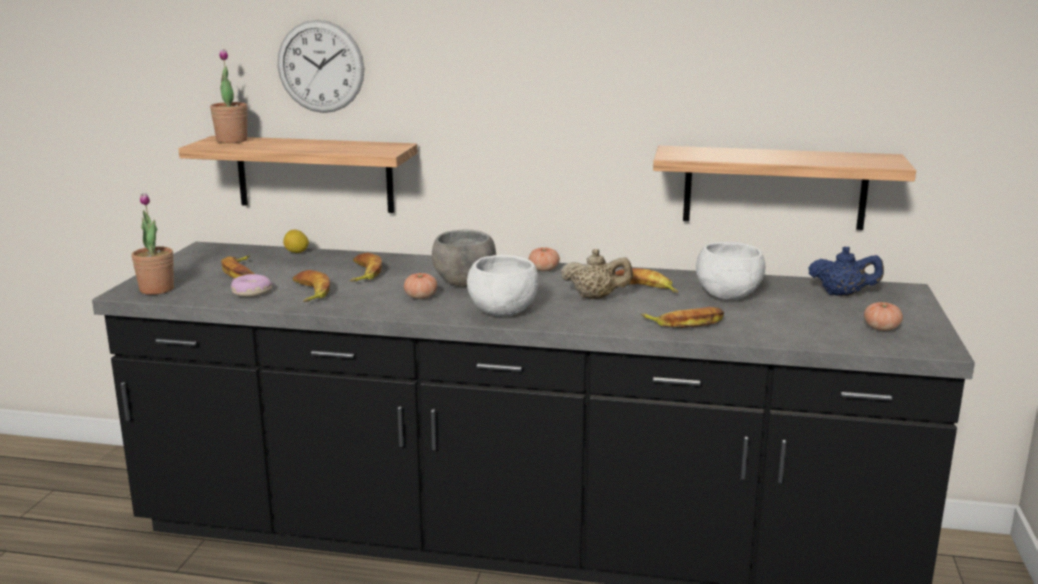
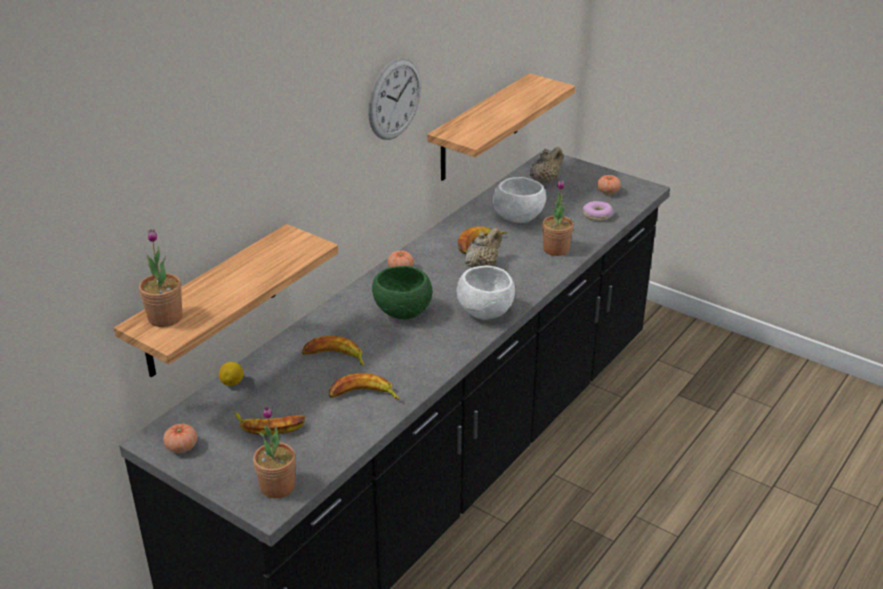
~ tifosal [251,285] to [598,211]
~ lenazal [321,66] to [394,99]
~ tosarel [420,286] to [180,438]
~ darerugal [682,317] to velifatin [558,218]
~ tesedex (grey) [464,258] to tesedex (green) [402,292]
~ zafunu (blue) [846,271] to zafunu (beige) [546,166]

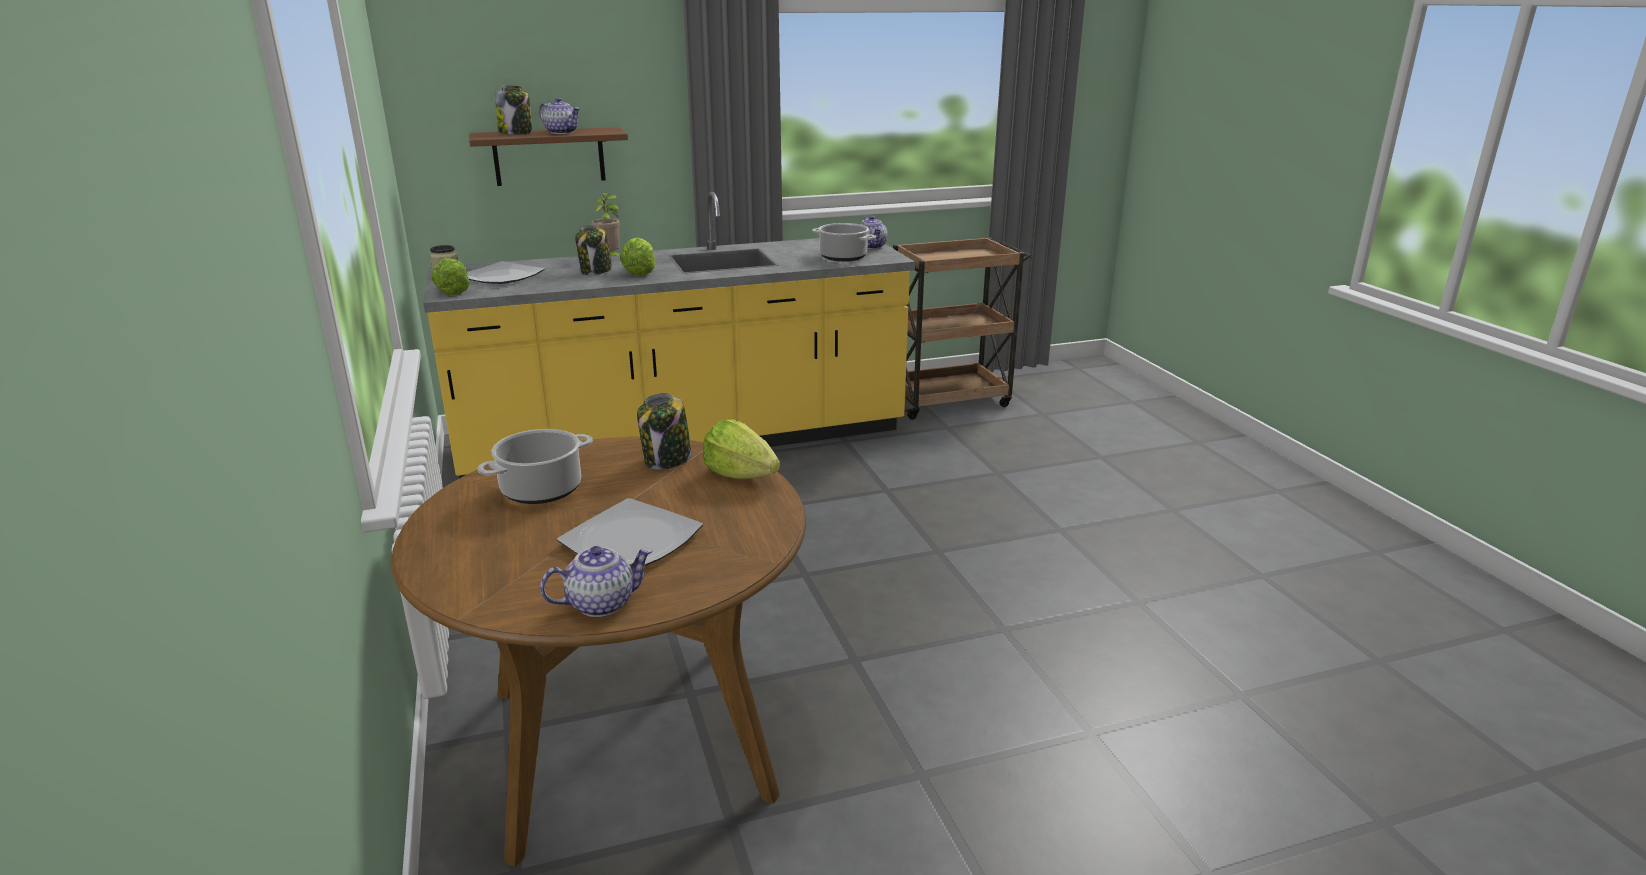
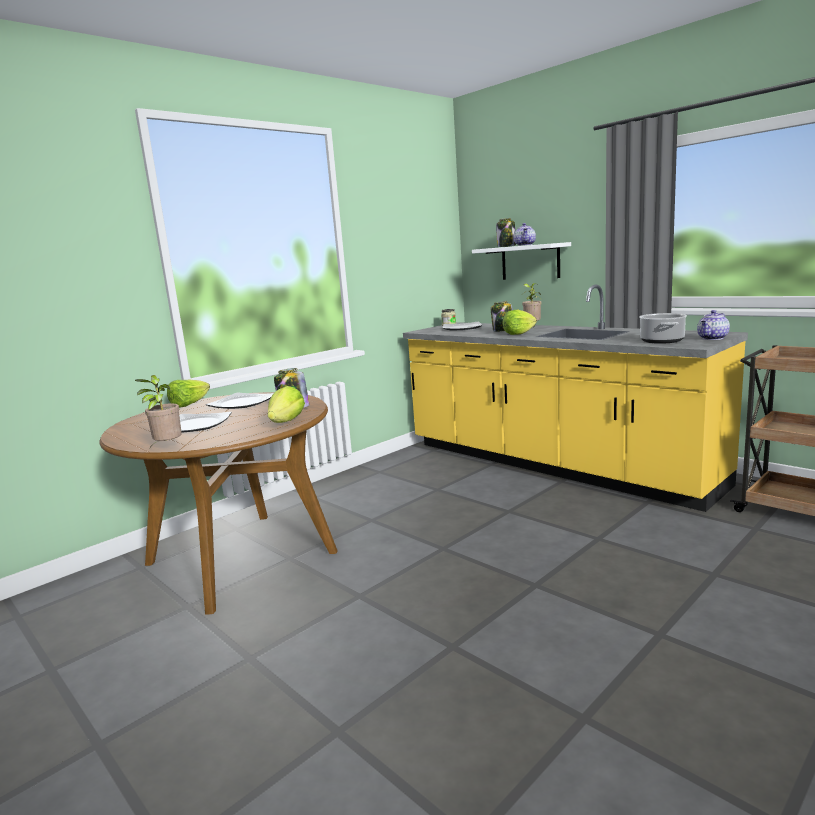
- zafunu [596,581]
+ velifatin [158,409]
~ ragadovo [451,276] to [188,394]
~ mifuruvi [535,466] to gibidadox [240,401]
~ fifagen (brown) [548,156] to fifagen (white) [521,261]

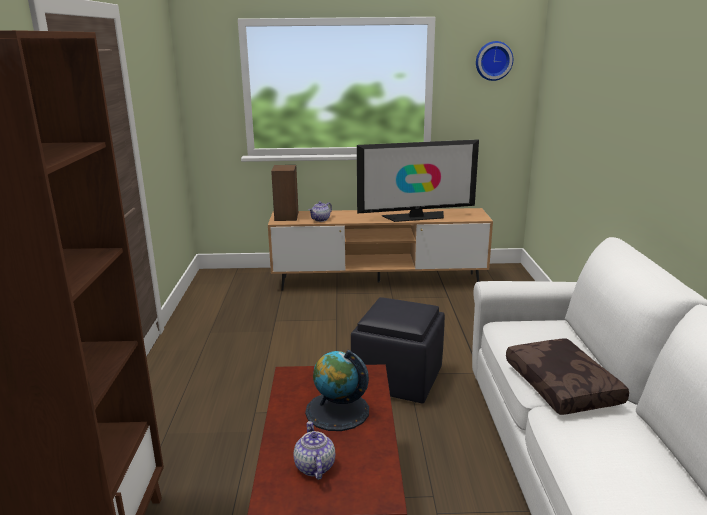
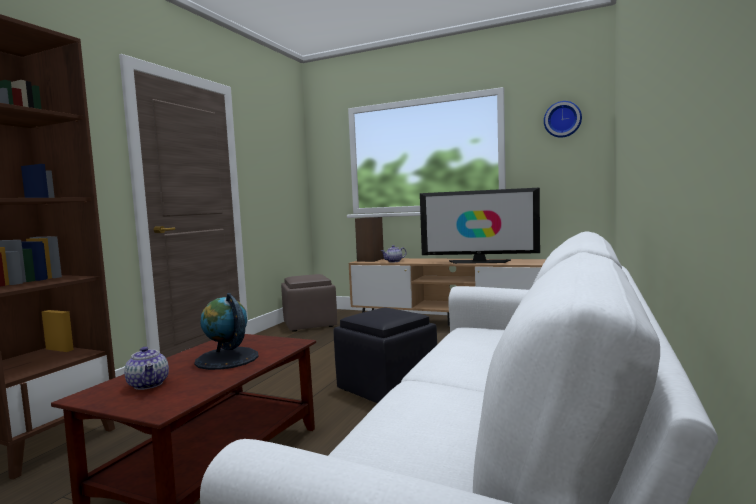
- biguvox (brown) [567,376]
+ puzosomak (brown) [309,303]
~ zafunu [314,450] = [146,368] 135 degrees clockwise

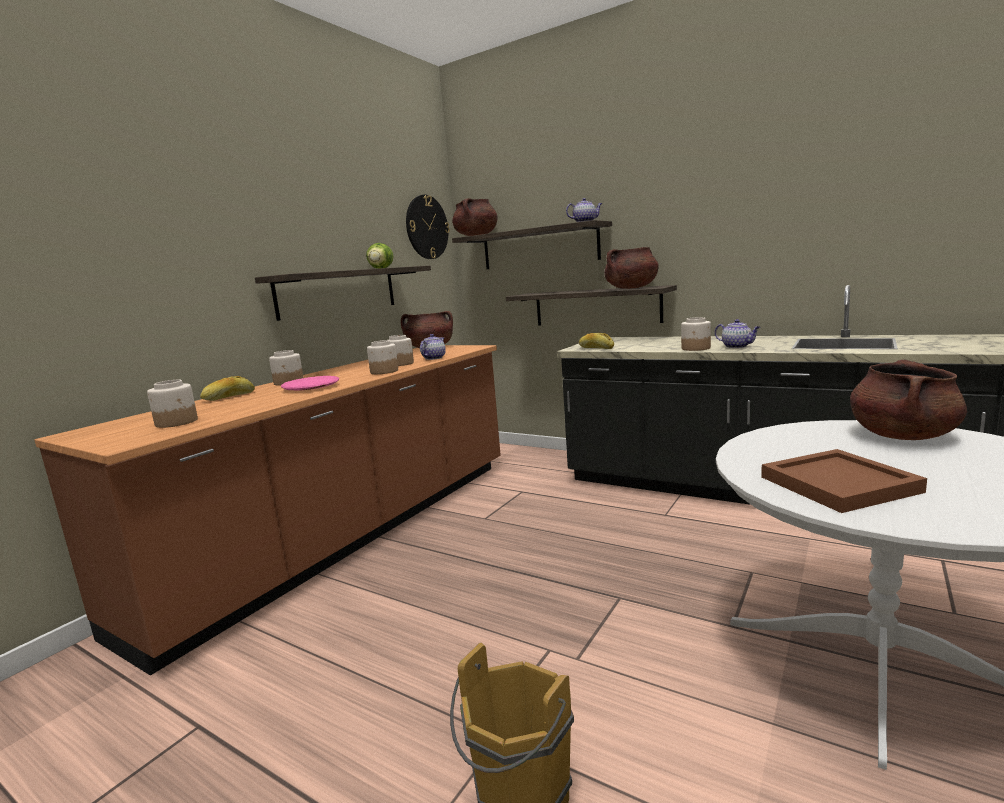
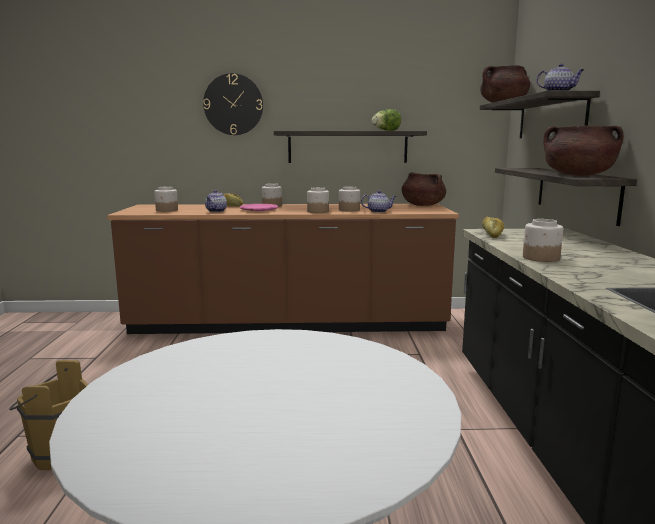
- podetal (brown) [844,481]
- mifuruvi (brown) [908,400]
~ lenazal [428,226] to [233,104]
~ zafunu [737,333] to [216,201]

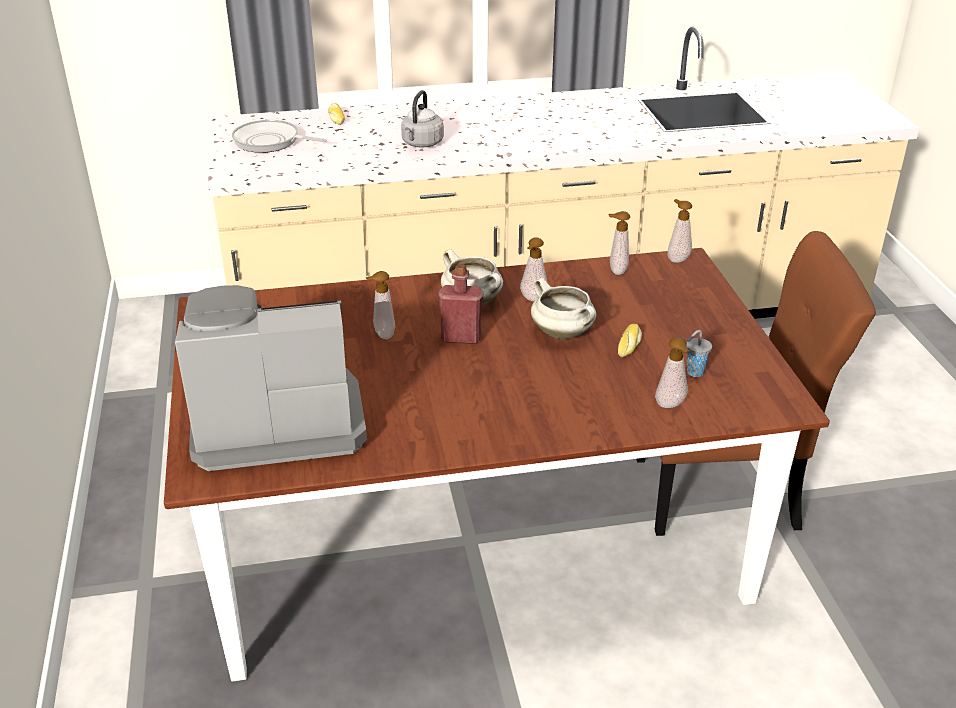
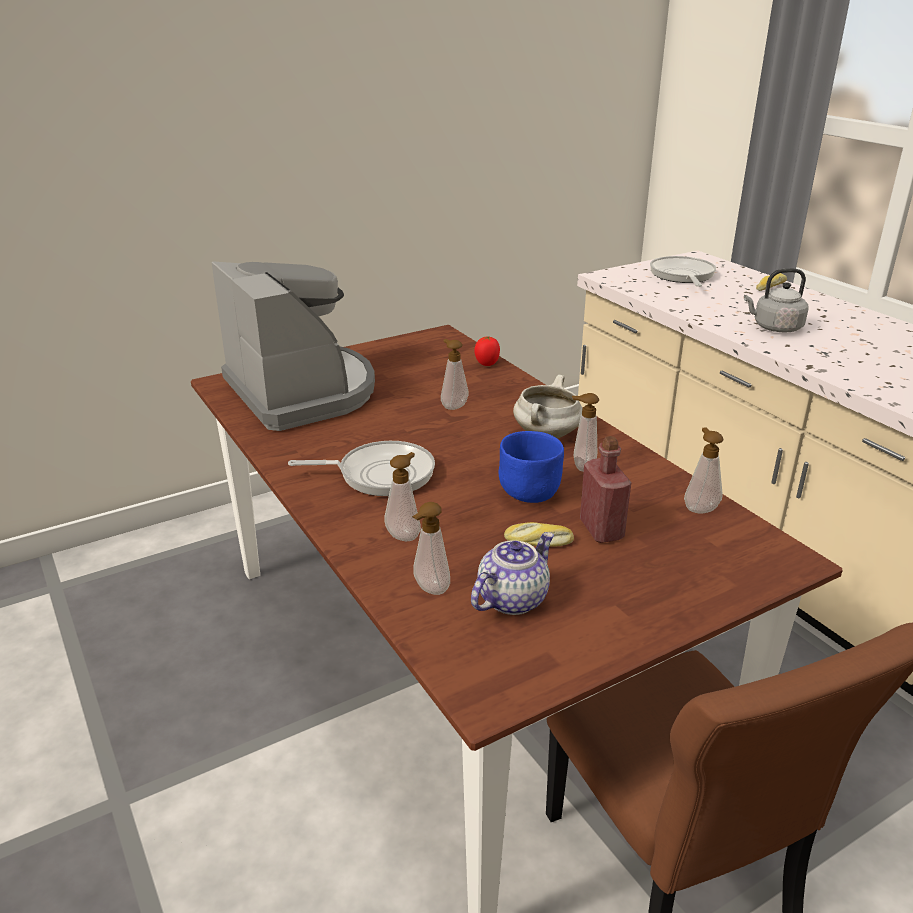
+ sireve [361,468]
+ tosarel [487,351]
~ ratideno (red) [461,304] to [606,489]
~ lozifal [679,231] to [402,496]
~ mifuruvi (white) [563,308] to tesedex (blue) [531,467]
~ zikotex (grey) [699,353] to zafunu [512,573]

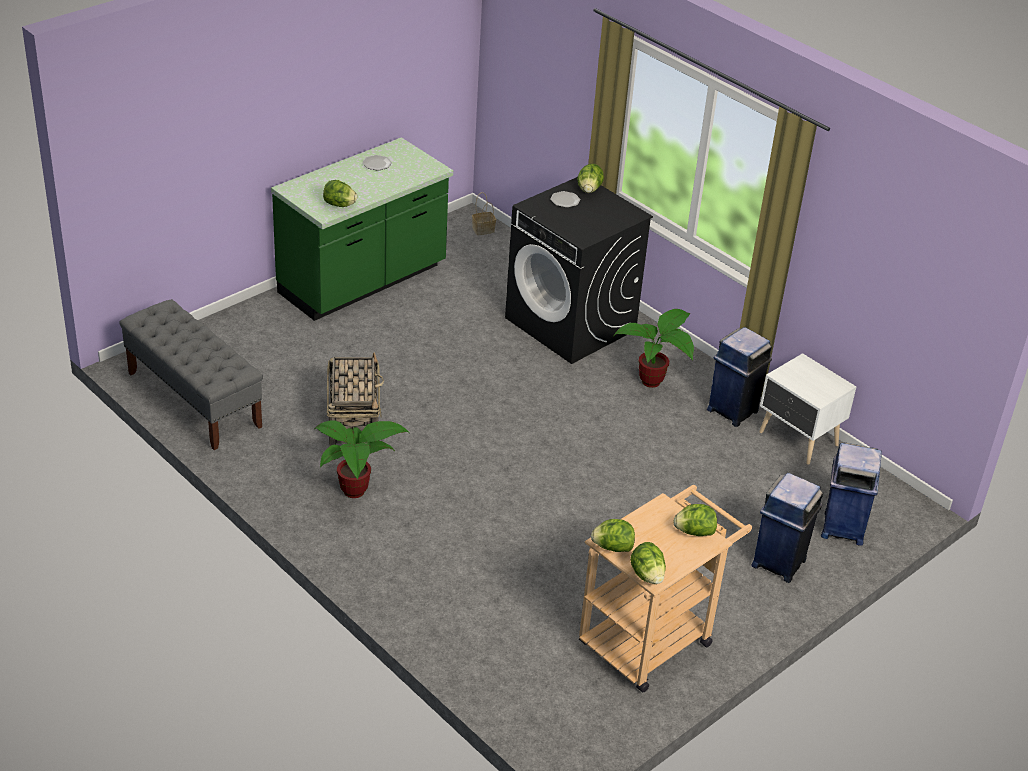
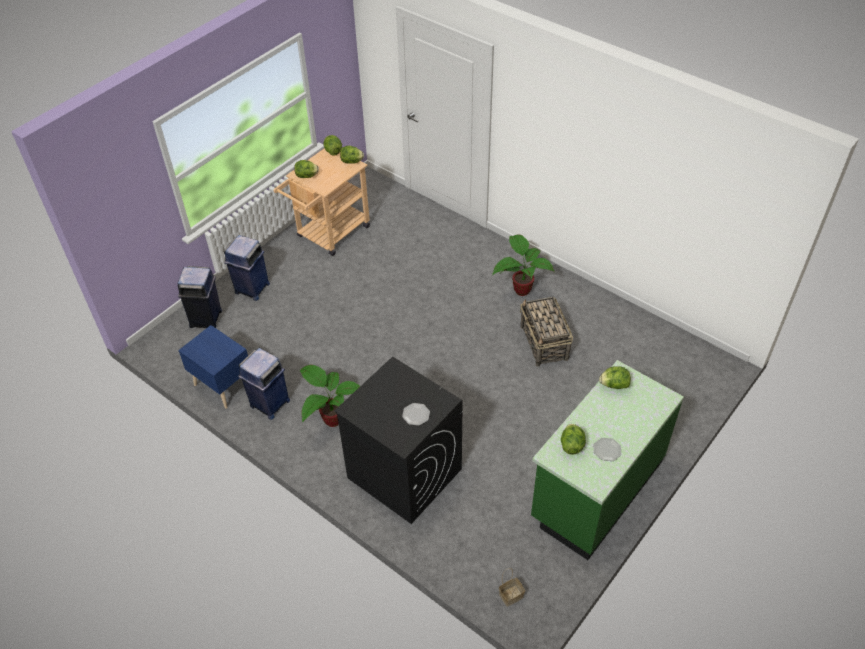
- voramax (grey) [191,374]
~ ragadovo [590,178] to [573,439]
~ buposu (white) [807,409] to buposu (blue) [213,367]

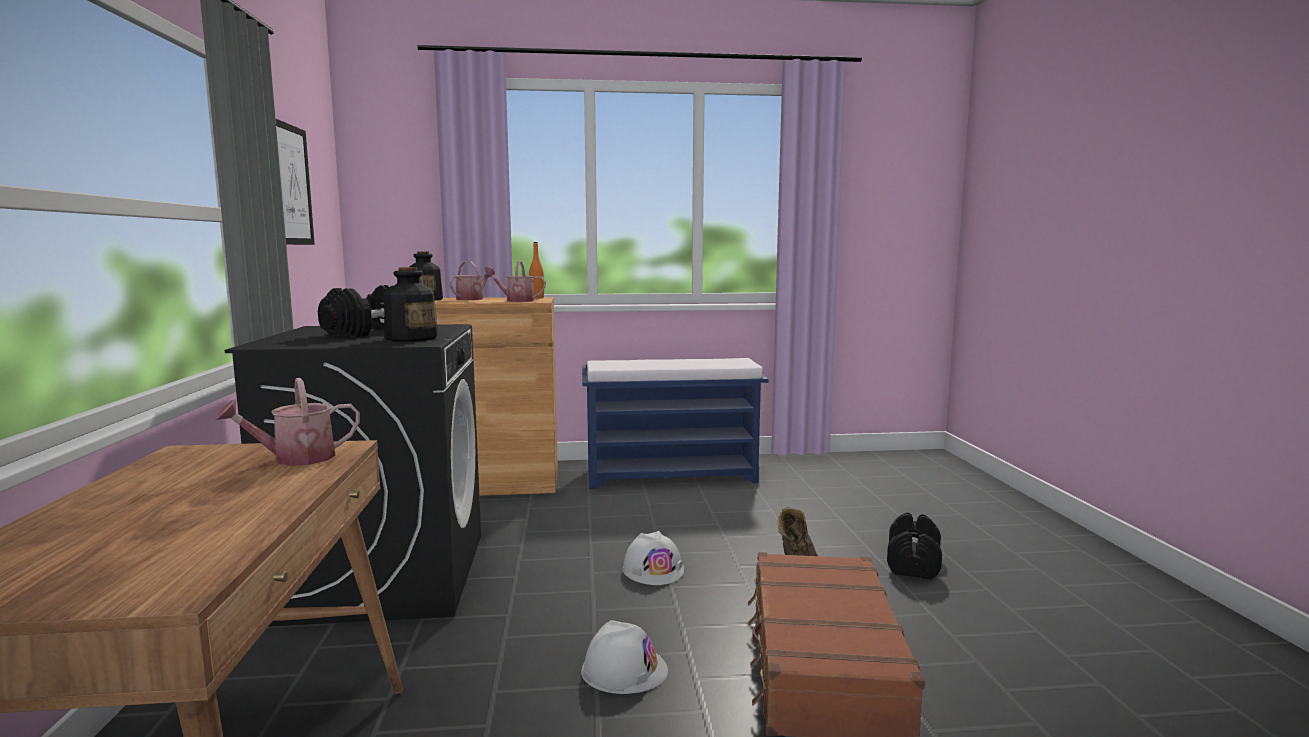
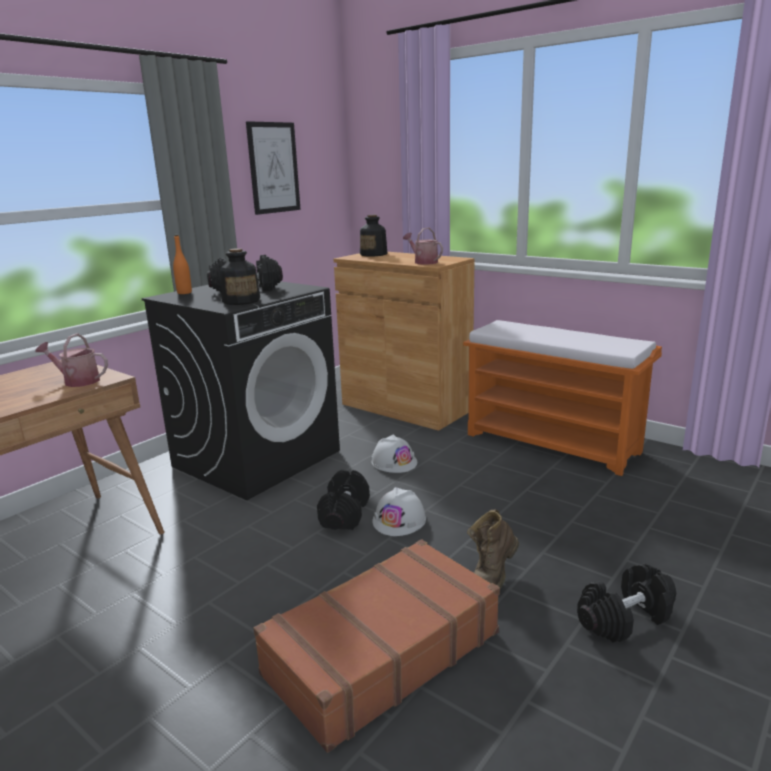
- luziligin [472,280]
+ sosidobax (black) [343,500]
~ ratideno (orange) [536,270] to [182,264]
~ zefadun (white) [624,657] to [394,453]
~ voramax (blue) [675,423] to voramax (orange) [562,398]

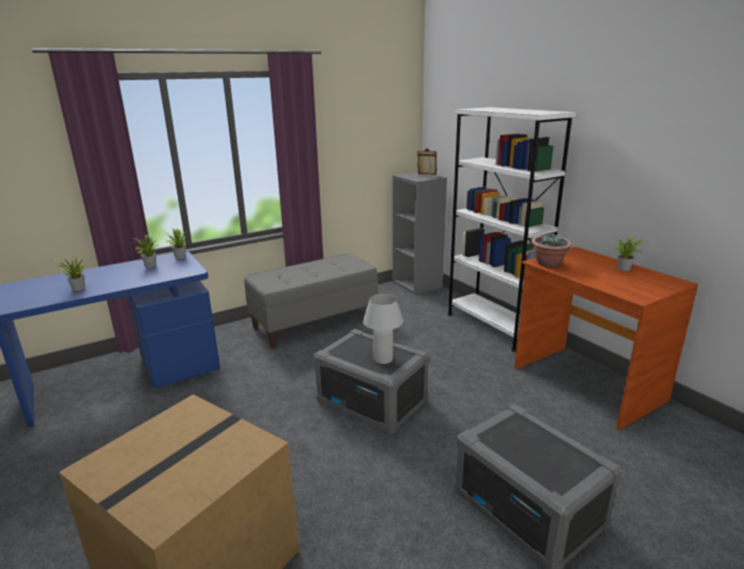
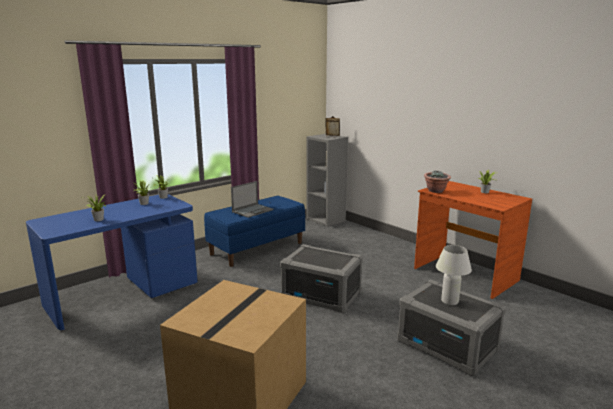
- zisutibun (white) [511,229]
+ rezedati [252,199]
~ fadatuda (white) [383,329] to [454,275]
~ voramax (grey) [311,301] to voramax (blue) [254,231]

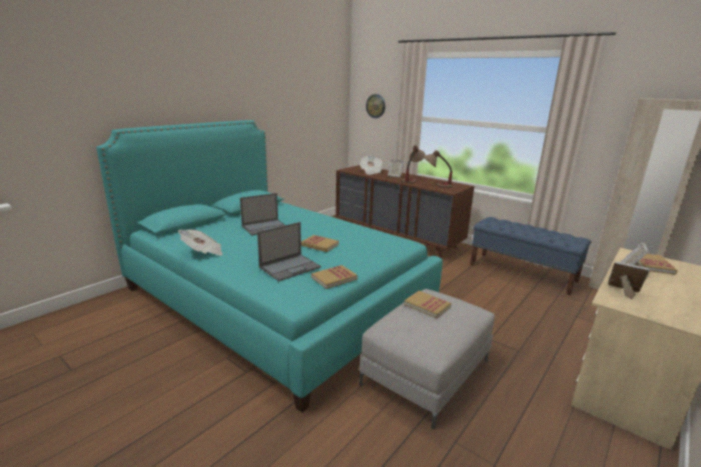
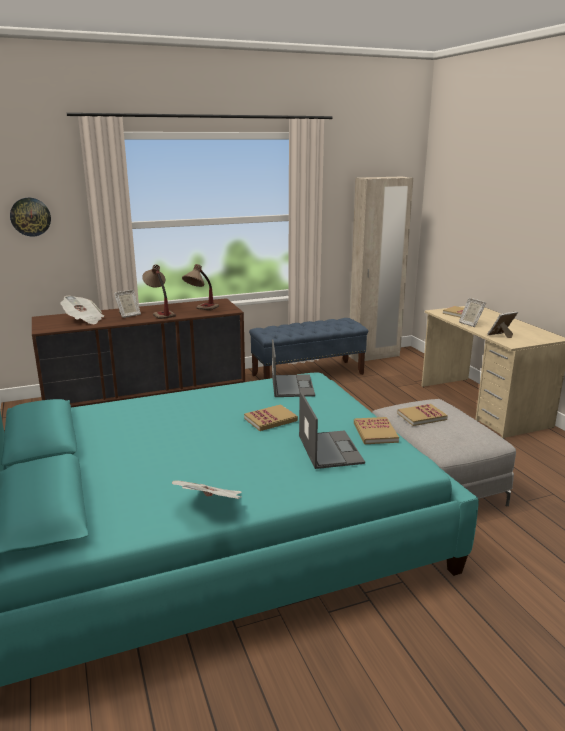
~ rezedati [262,214] to [293,368]

